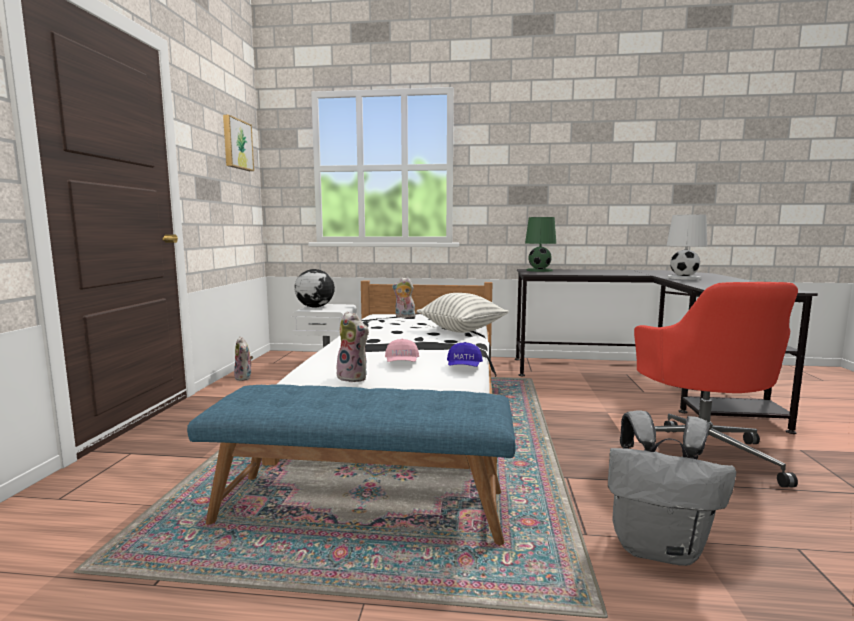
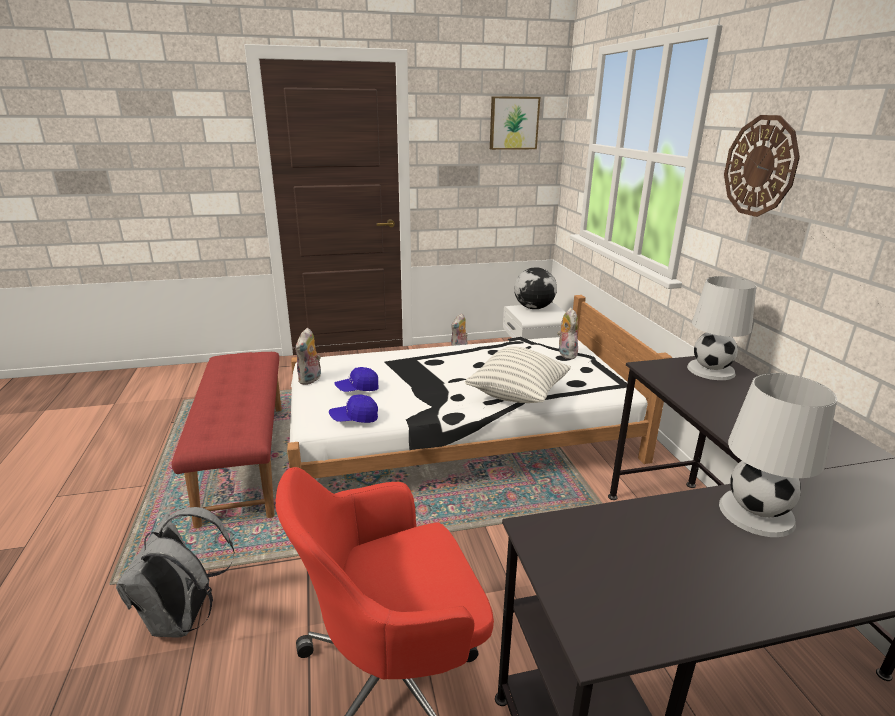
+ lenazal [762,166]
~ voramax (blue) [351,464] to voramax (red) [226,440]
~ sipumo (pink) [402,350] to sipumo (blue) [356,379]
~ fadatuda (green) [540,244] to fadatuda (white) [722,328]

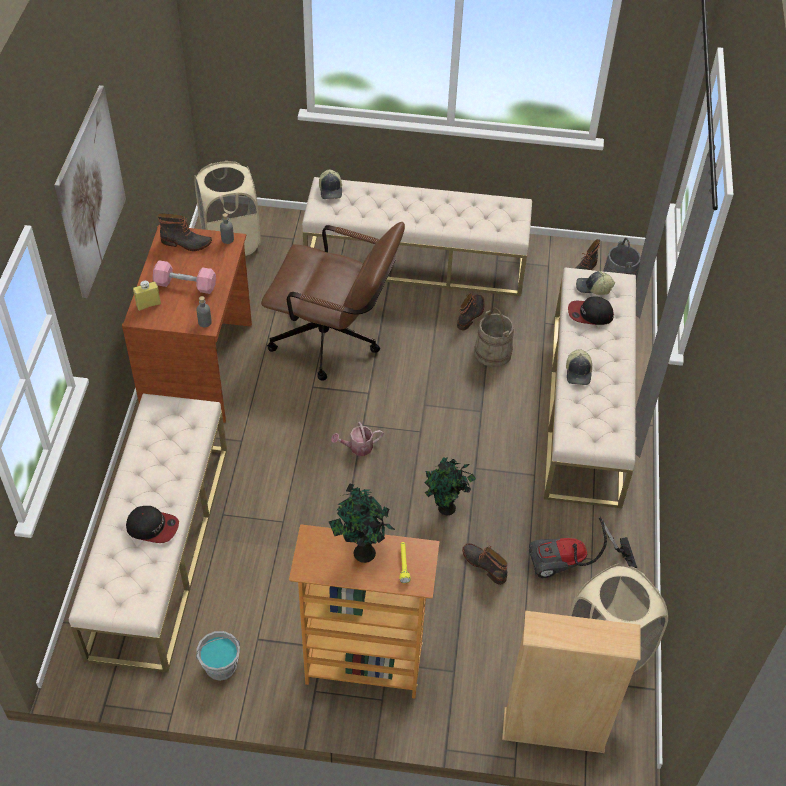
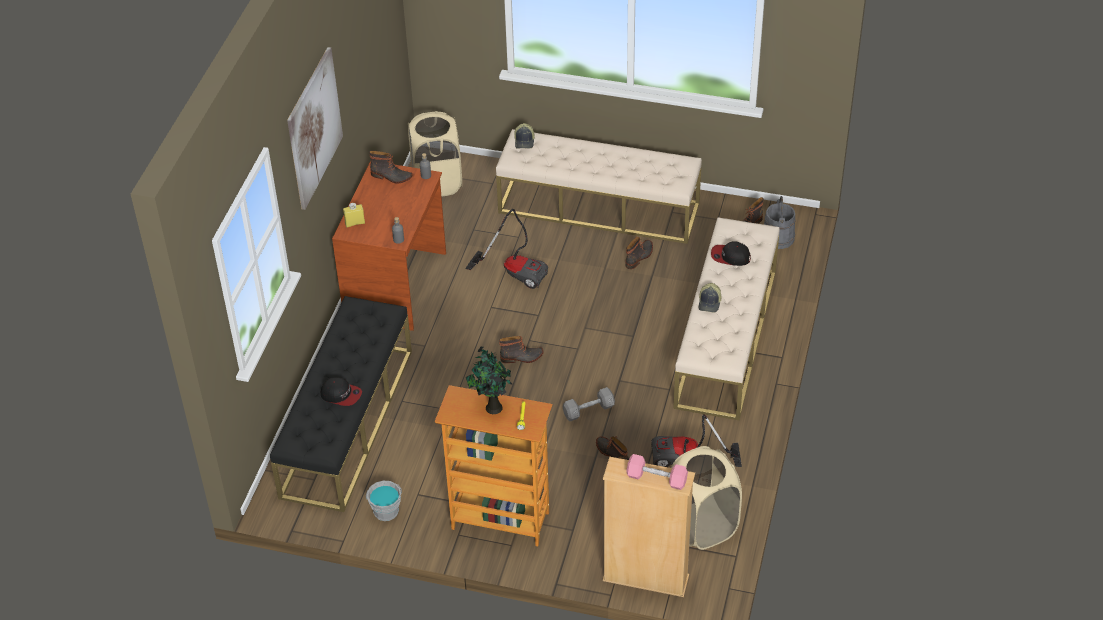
- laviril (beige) [494,337]
- sipumo [595,283]
~ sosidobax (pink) [184,277] to [657,472]
~ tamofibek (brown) [333,301] to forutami [507,249]
~ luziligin [357,439] to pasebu [521,349]
~ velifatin [450,486] to sosidobax (grey) [589,404]
~ voramax (beige) [148,532] to voramax (black) [341,404]

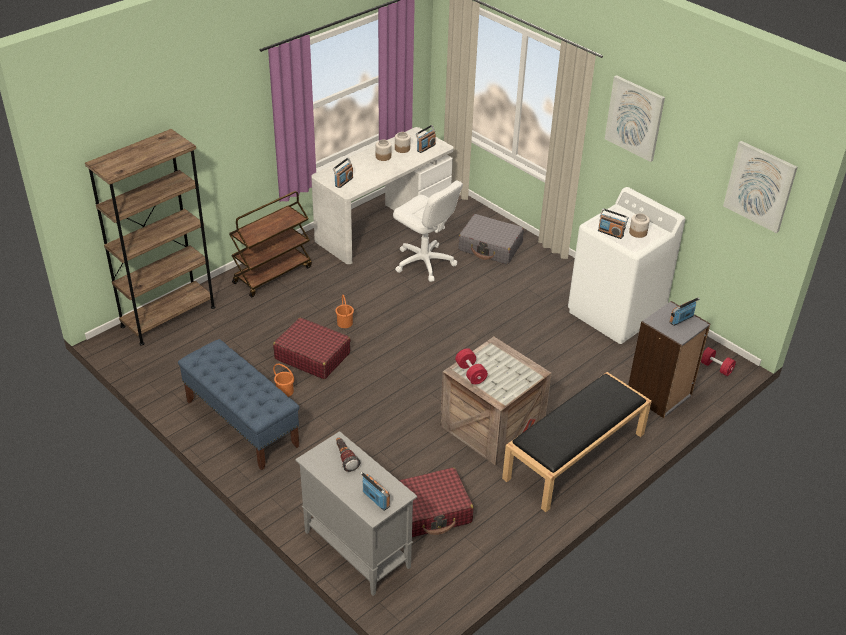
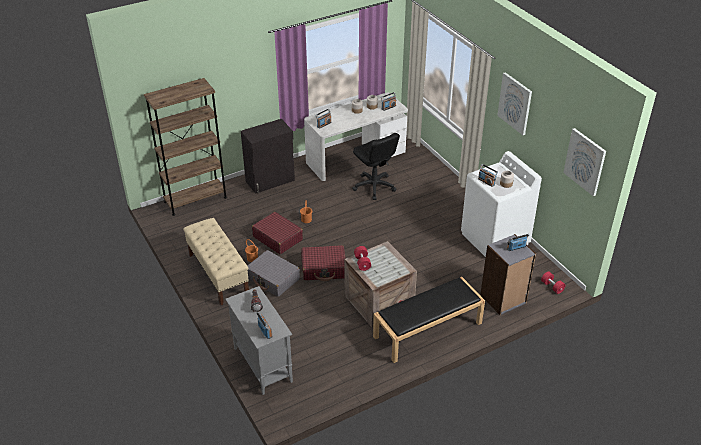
~ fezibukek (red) [436,502] to [323,263]
~ fezibukek (grey) [491,239] to [273,273]
~ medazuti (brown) [270,244] to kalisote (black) [268,156]
~ voramax (blue) [239,404] to voramax (beige) [216,261]
~ tamofibek (white) [428,231] to tamofibek (black) [376,166]

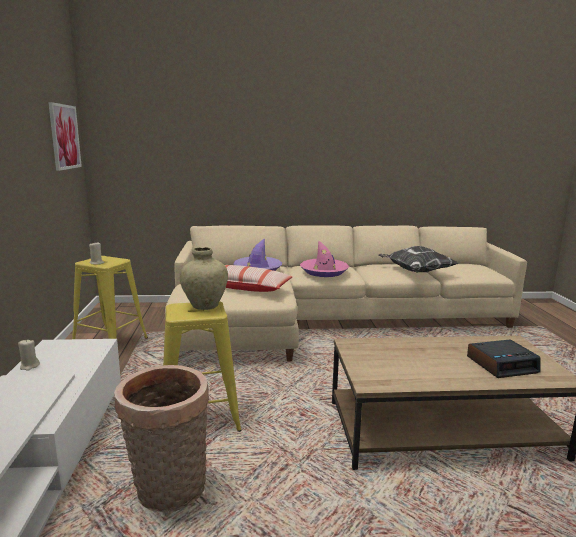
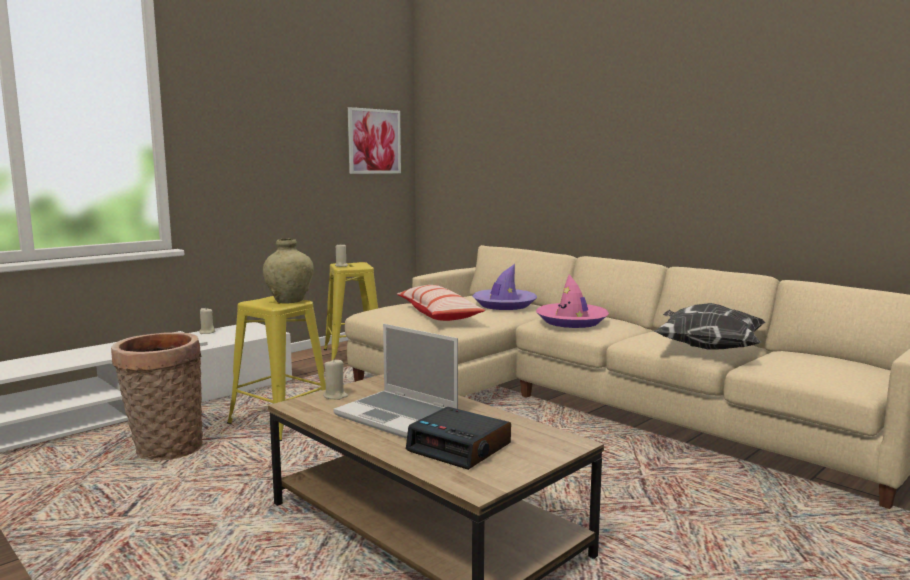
+ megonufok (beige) [335,380]
+ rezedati [395,381]

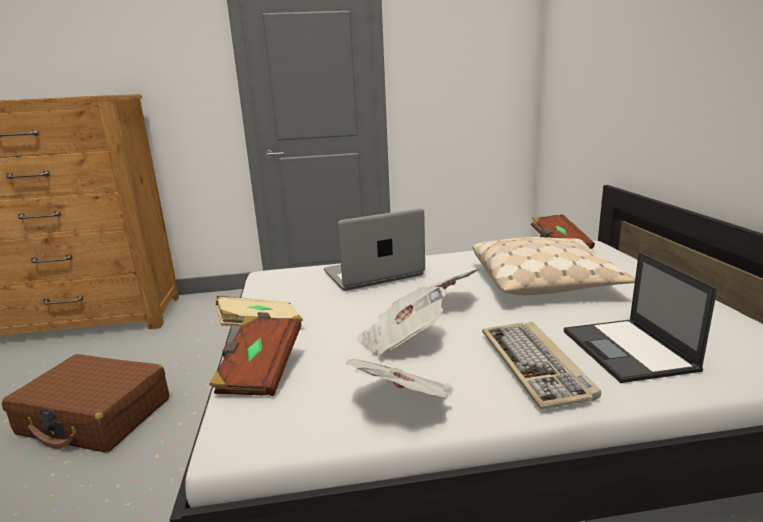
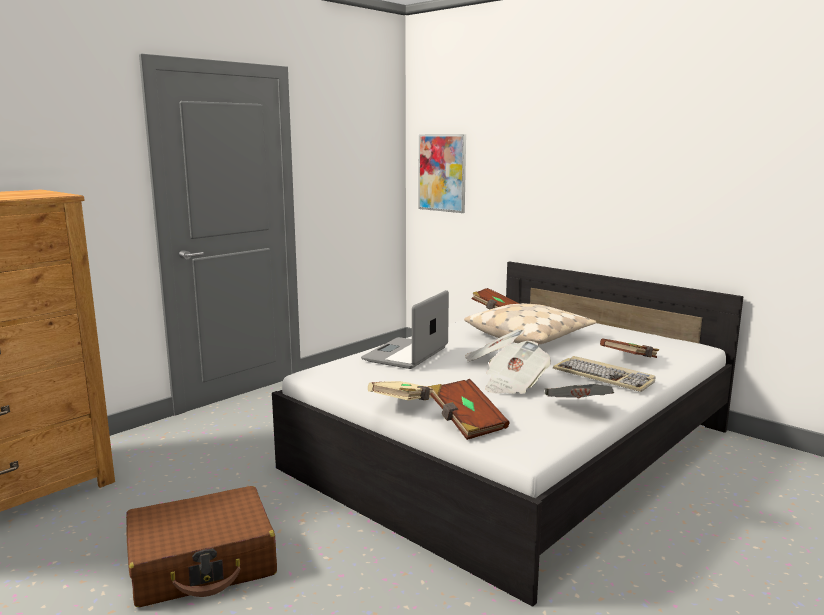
+ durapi [442,173]
~ rezedati [640,317] to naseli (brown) [629,348]

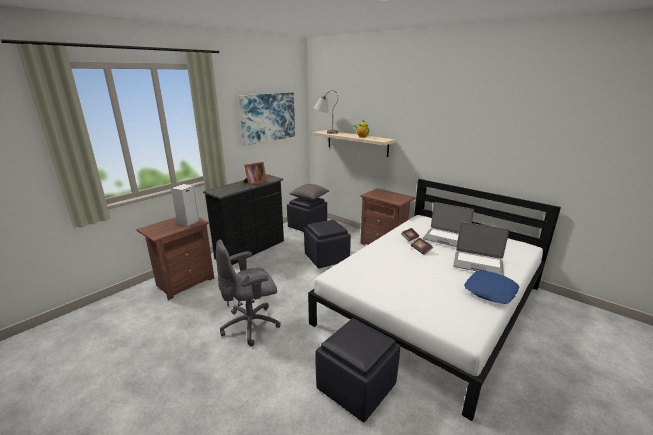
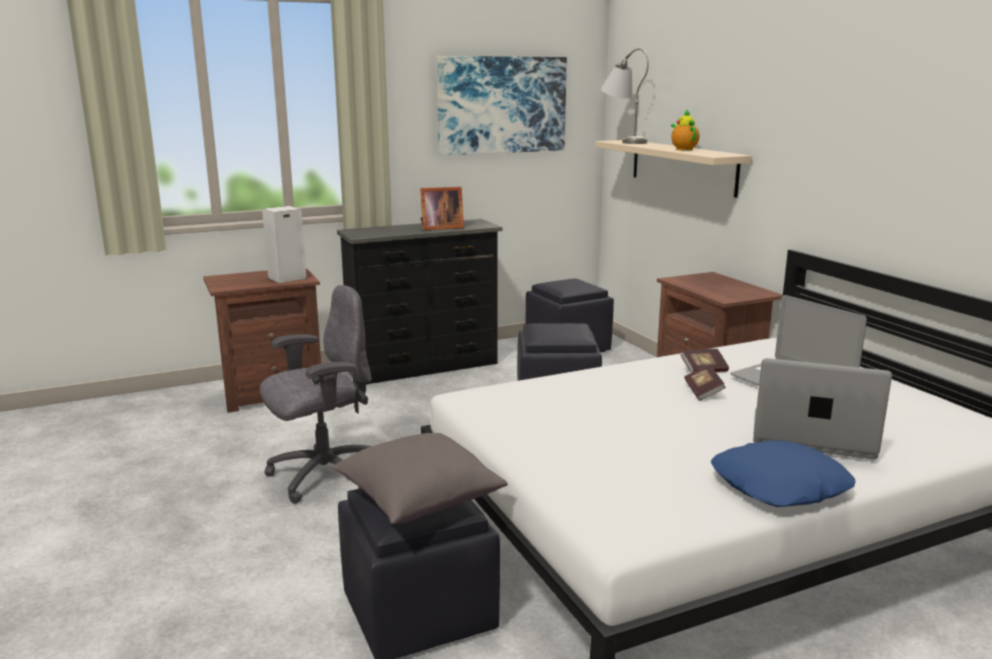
~ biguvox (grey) [309,192] to [420,478]
~ tamofibek (grey) [248,292] = [316,394] 150 degrees clockwise
~ rezedati [481,249] = [822,408] 150 degrees clockwise

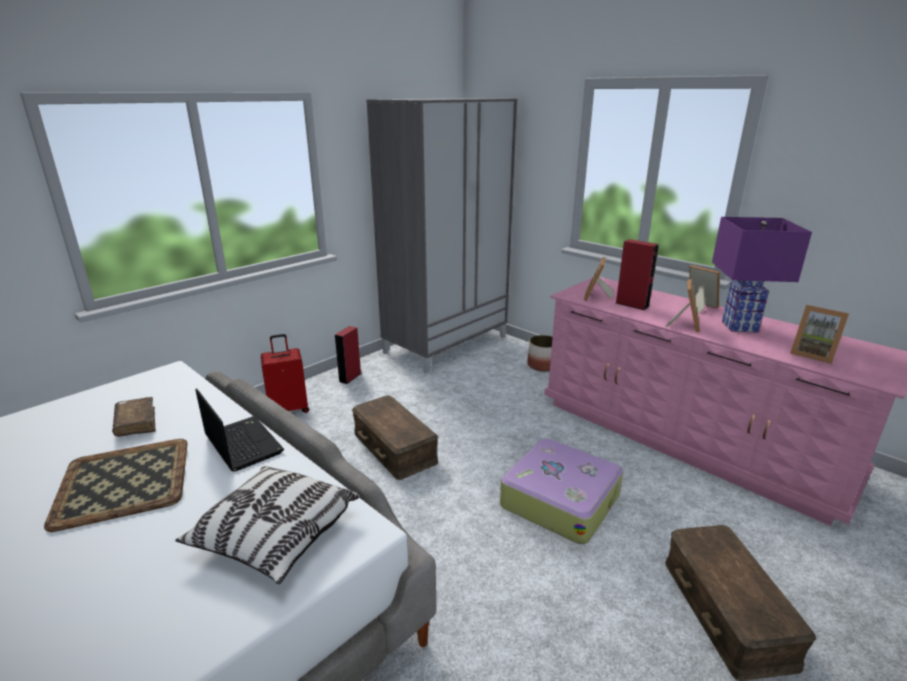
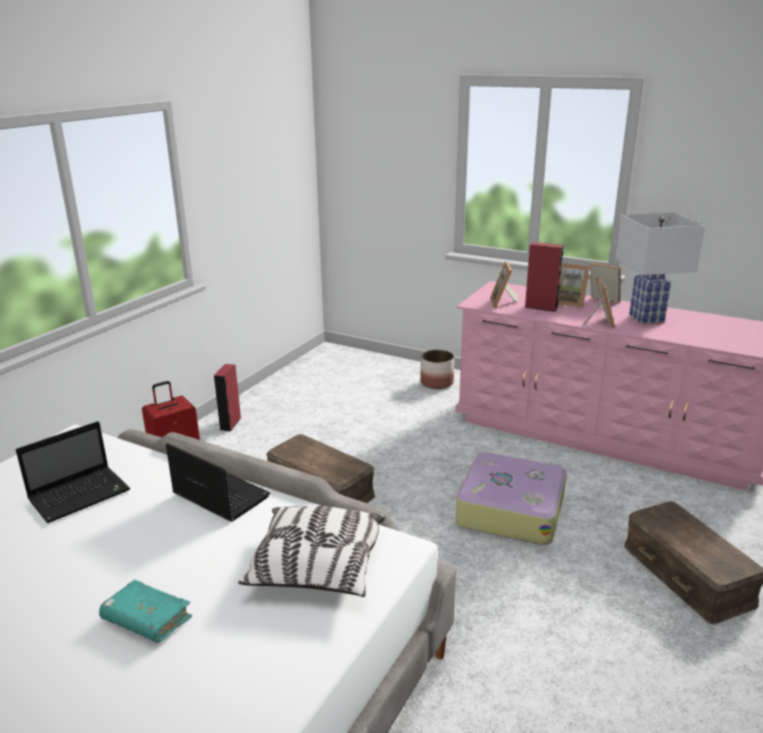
- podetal [115,485]
- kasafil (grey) [442,236]
+ naseli (turquoise) [145,611]
~ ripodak [819,334] to [574,285]
~ naseli (brown) [134,417] to rezedati [73,472]
~ fadatuda (purple) [762,275] to fadatuda (white) [660,268]

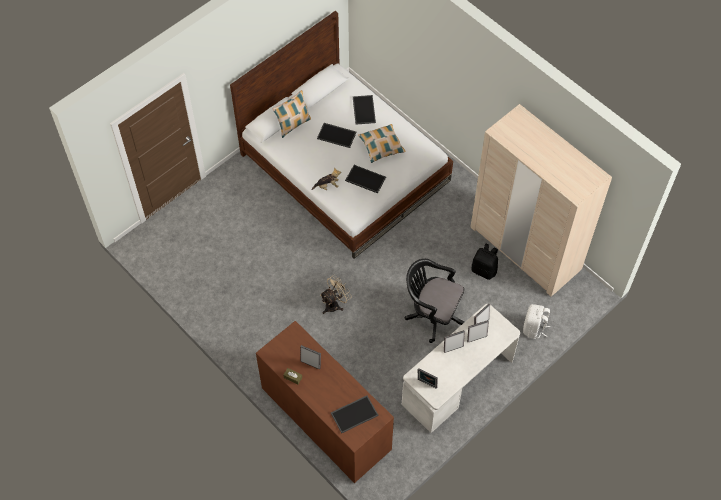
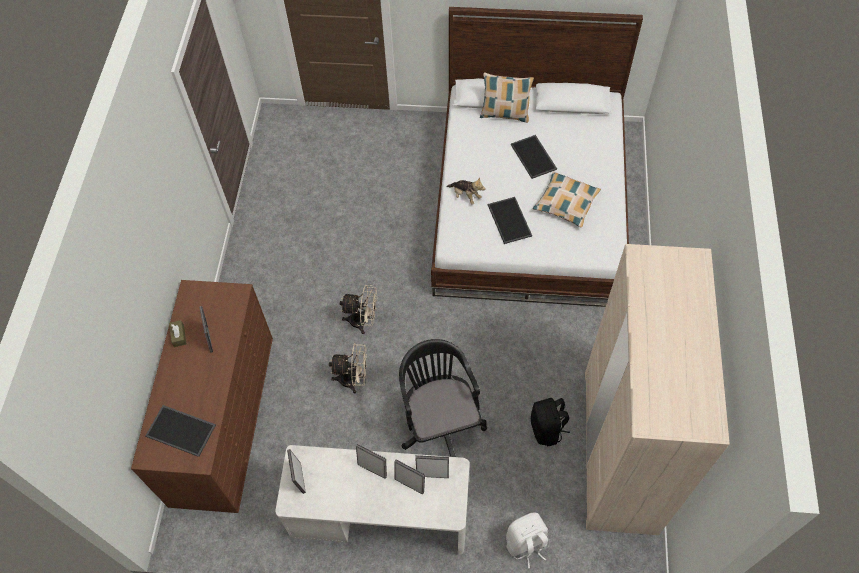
- podetal [364,110]
+ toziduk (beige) [348,368]

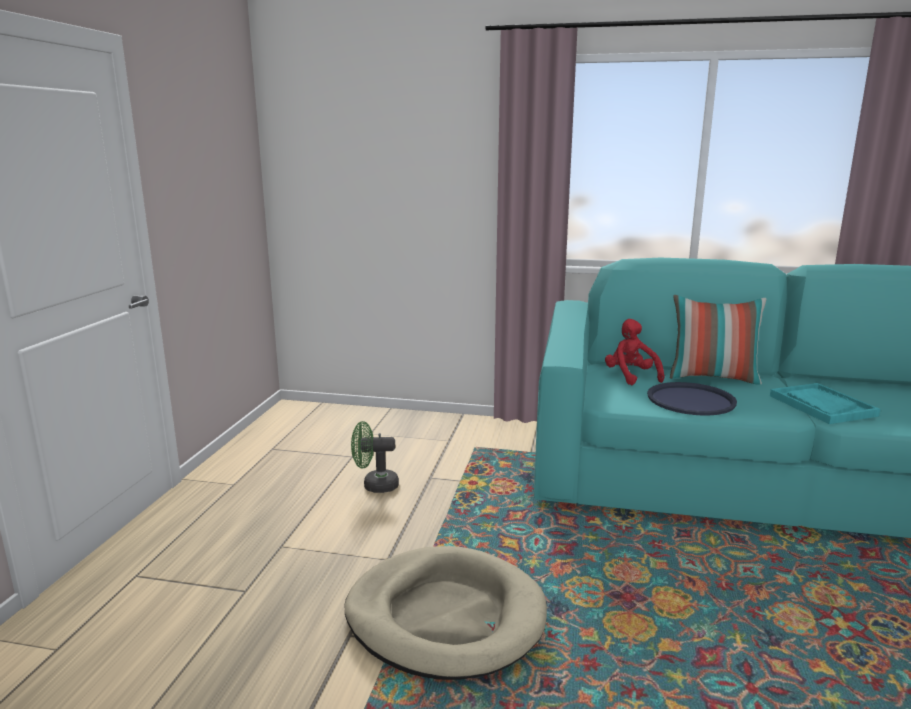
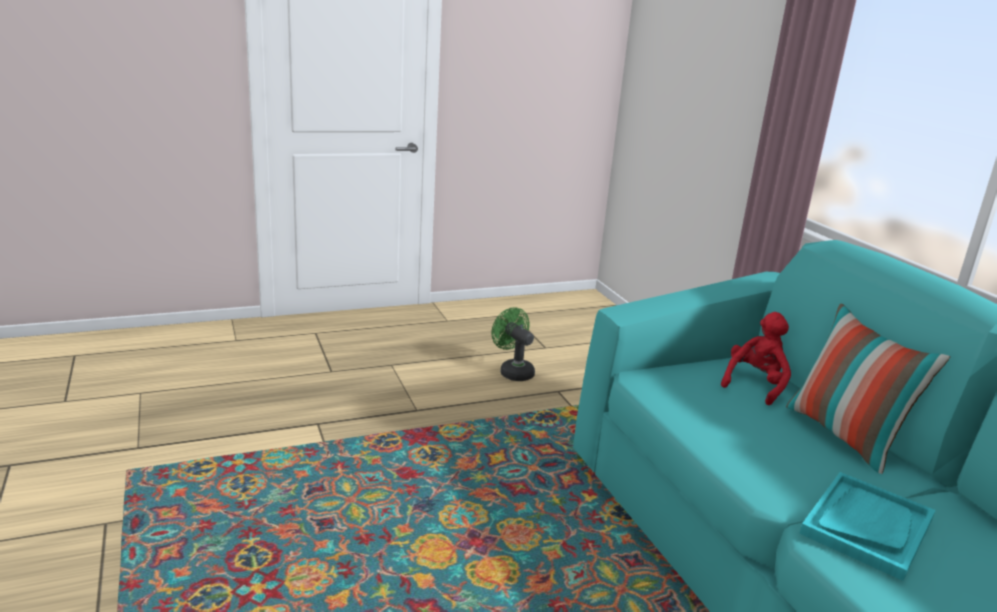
- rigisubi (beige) [446,613]
- podetal (blue) [692,399]

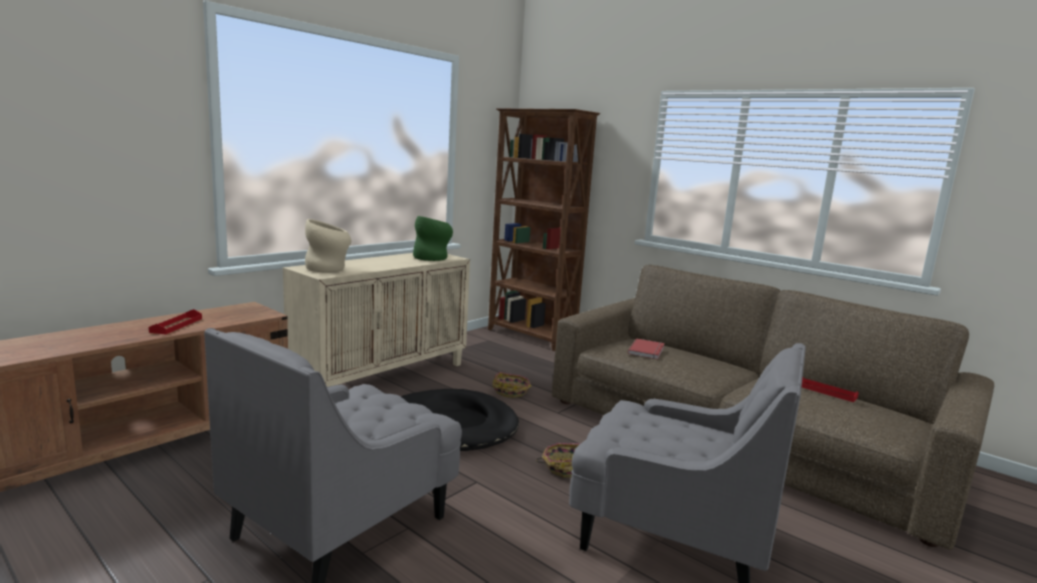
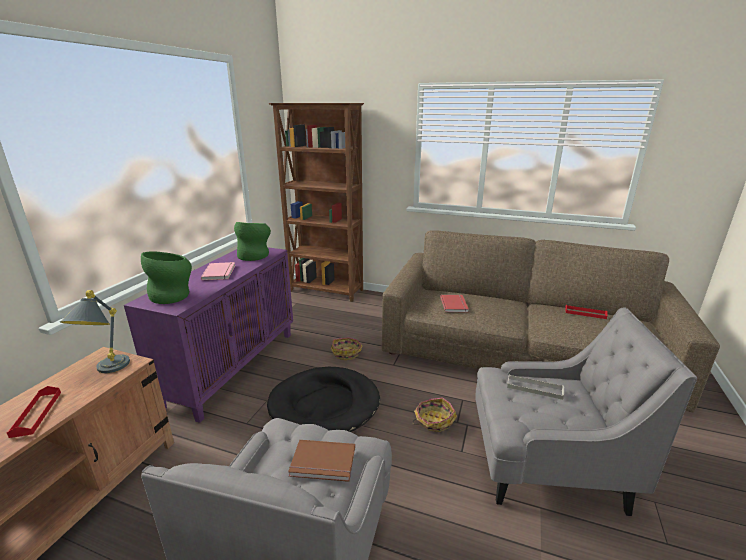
+ fadatuda (grey) [95,331]
+ naseli (pink) [218,271]
+ naseli (brown) [321,461]
+ podetal (grey) [535,387]
~ kalisote (beige) [376,320] to kalisote (purple) [208,335]
~ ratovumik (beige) [328,245] to ratovumik (green) [166,278]

